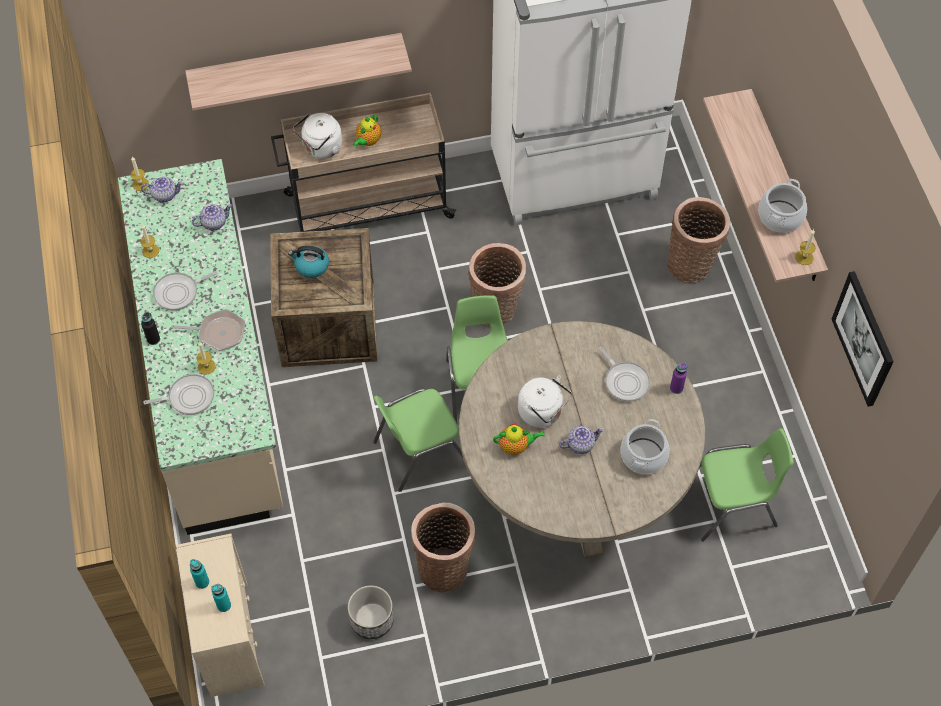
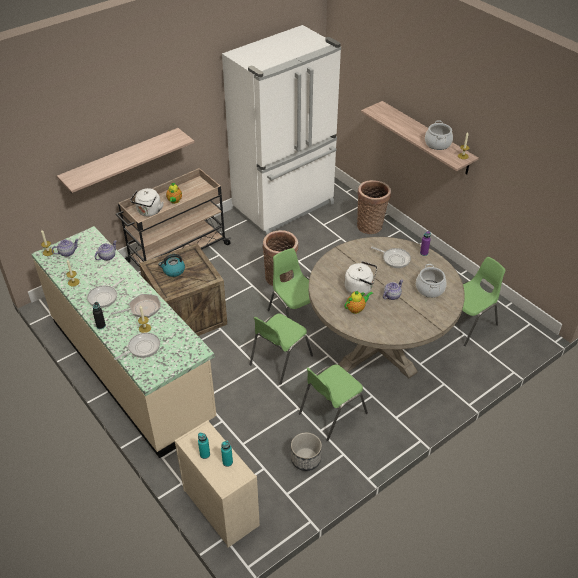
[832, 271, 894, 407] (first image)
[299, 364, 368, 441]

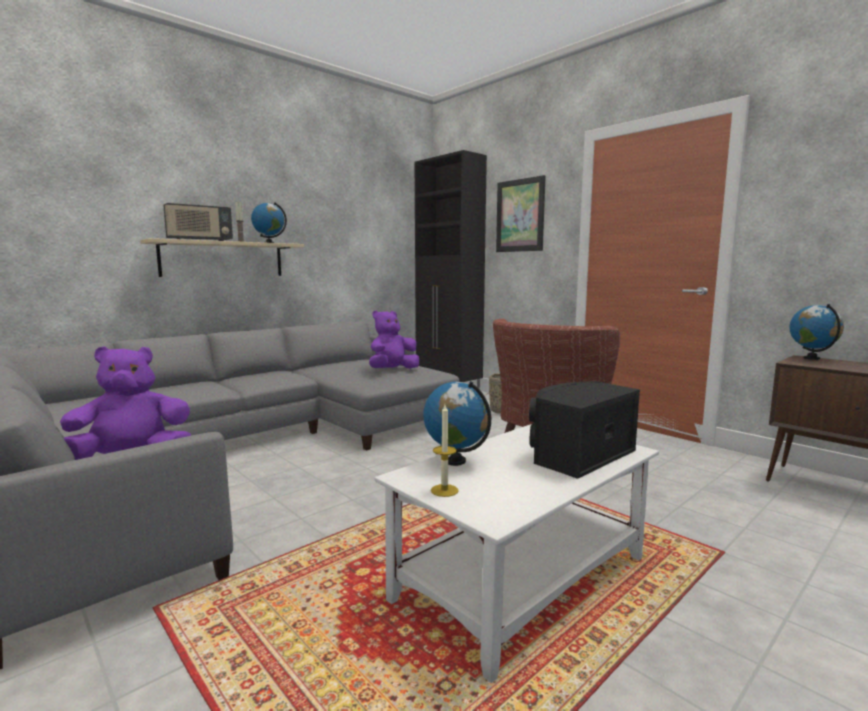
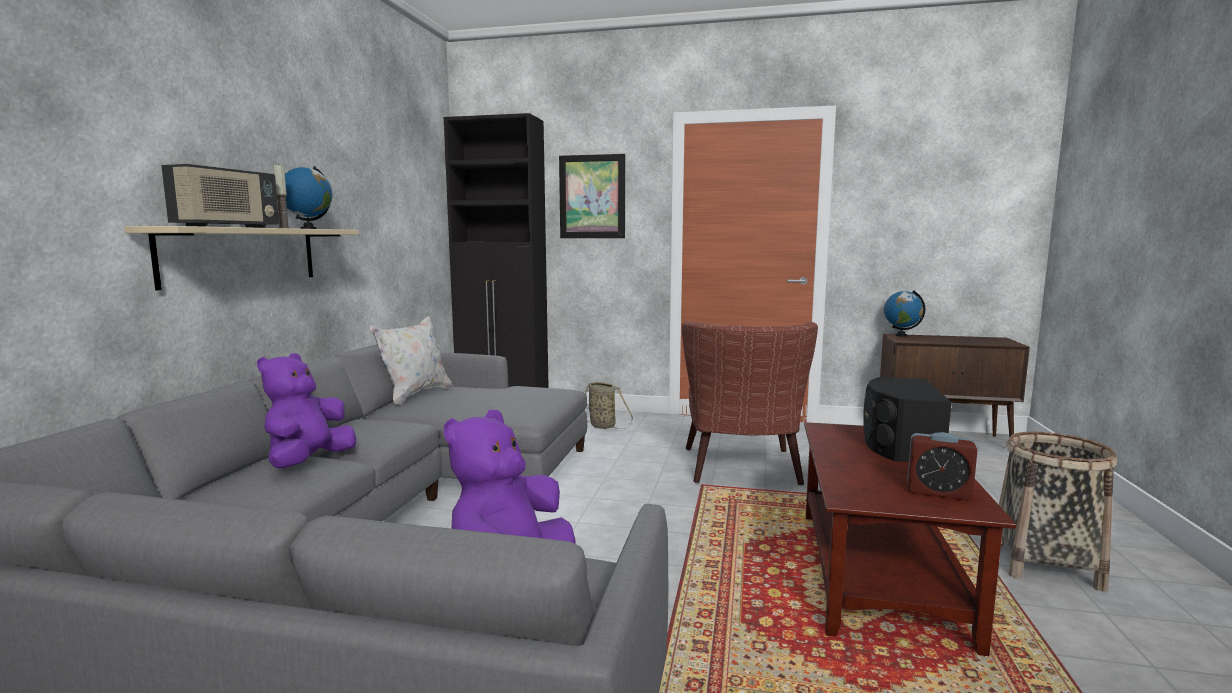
[423, 381, 491, 466] (first image)
[431, 405, 459, 497] (first image)
[370, 316, 453, 404]
[907, 432, 978, 501]
[999, 432, 1117, 591]
[257, 353, 356, 468]
[804, 422, 1016, 656]

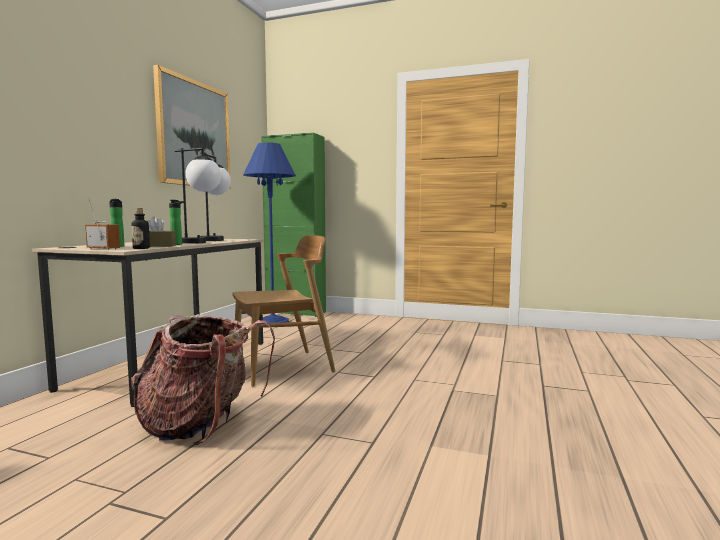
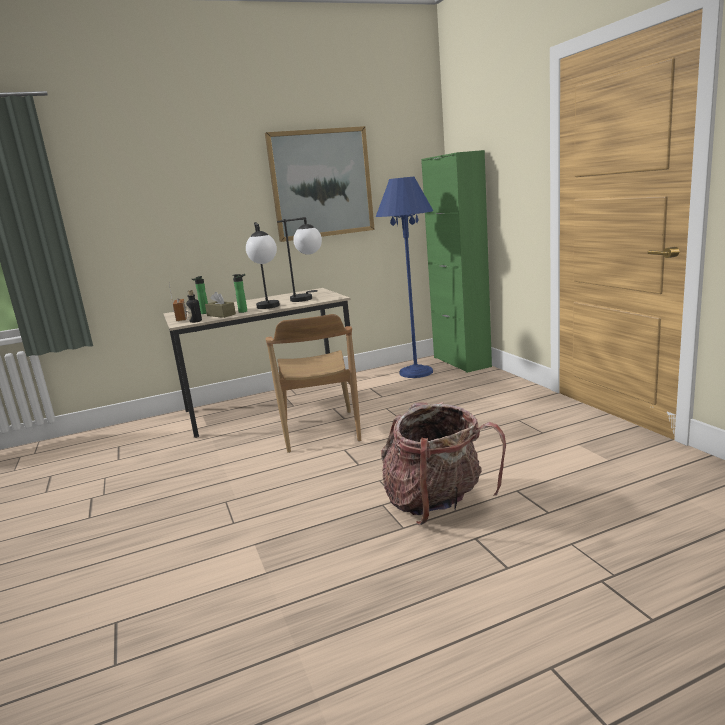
[381, 402, 506, 525]
[265, 314, 361, 453]

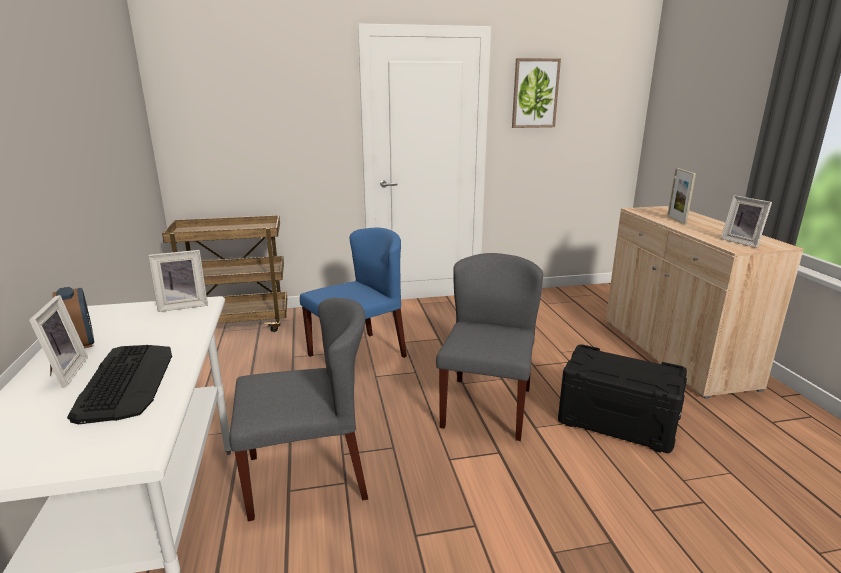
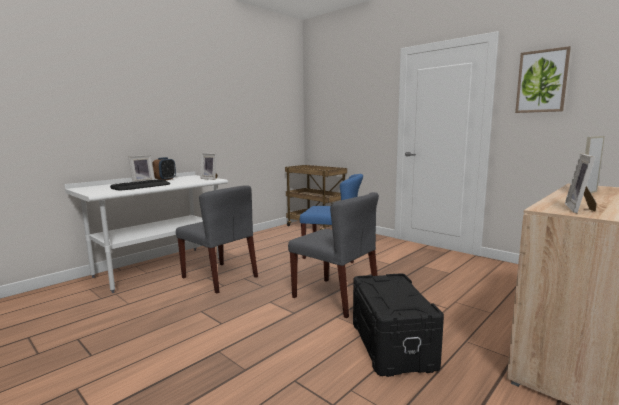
[288, 192, 379, 318]

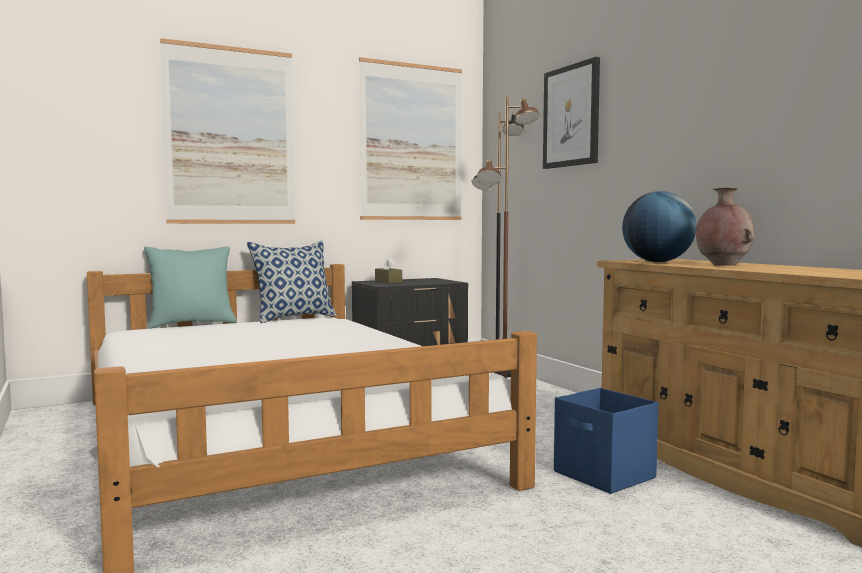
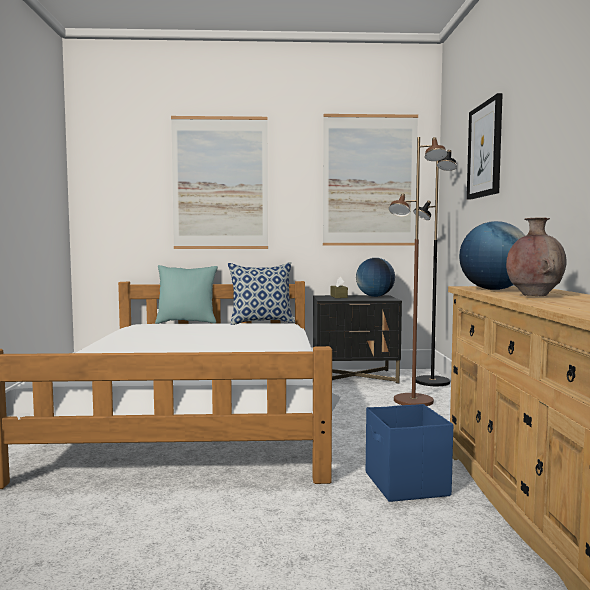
[356, 258, 395, 297]

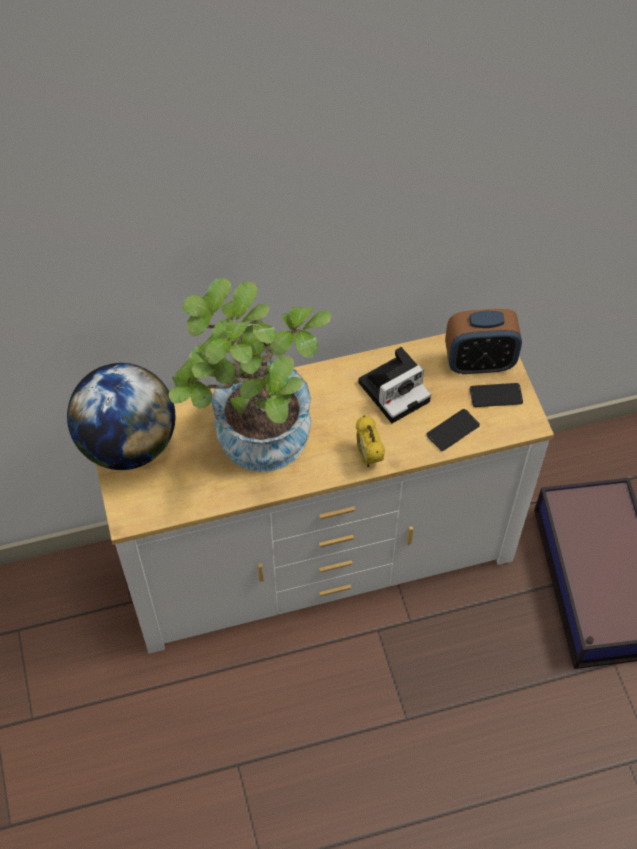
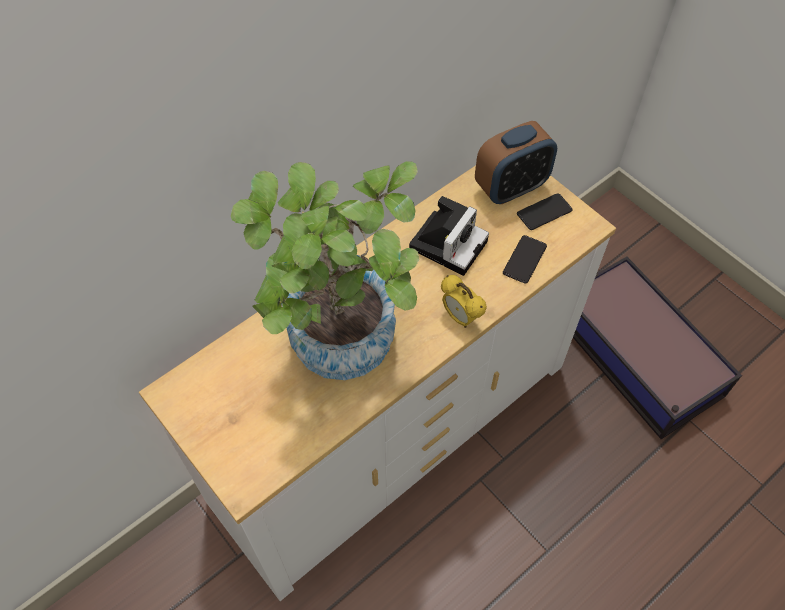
[67, 363, 176, 470] (first image)

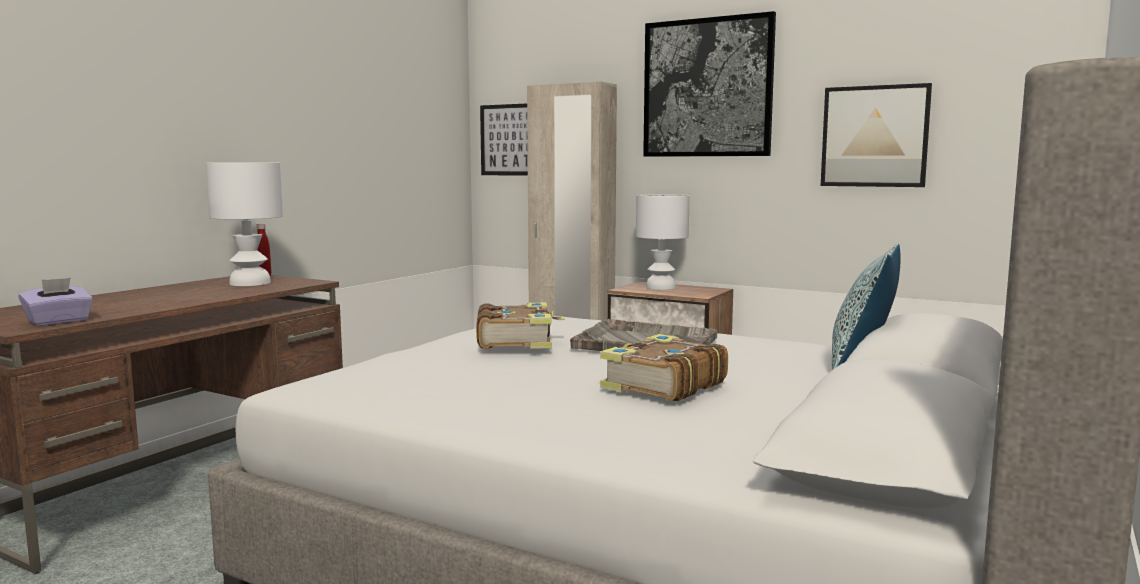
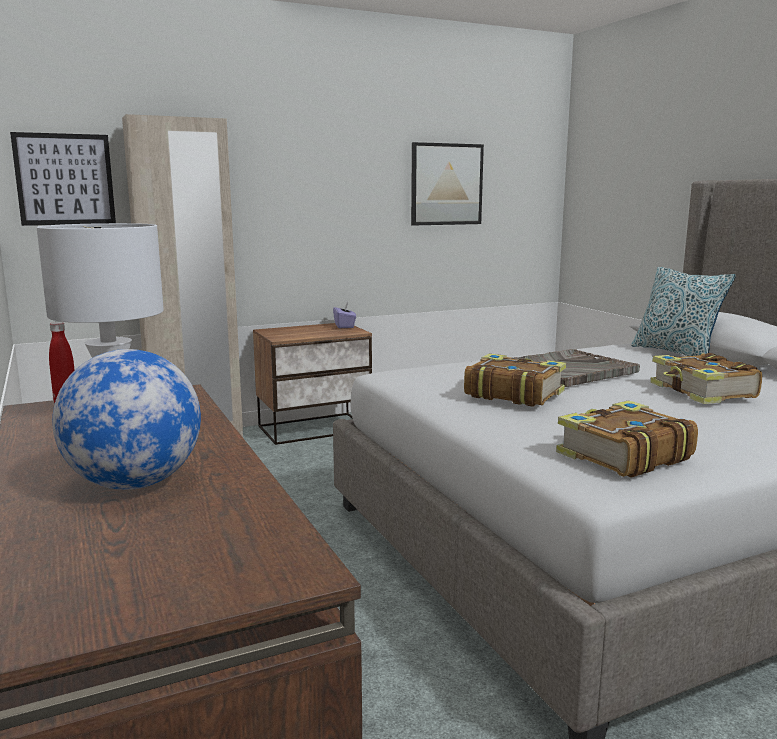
[636, 194, 690, 290] (first image)
[643, 11, 776, 157] (first image)
[52, 349, 201, 490]
[556, 400, 698, 478]
[333, 302, 356, 328]

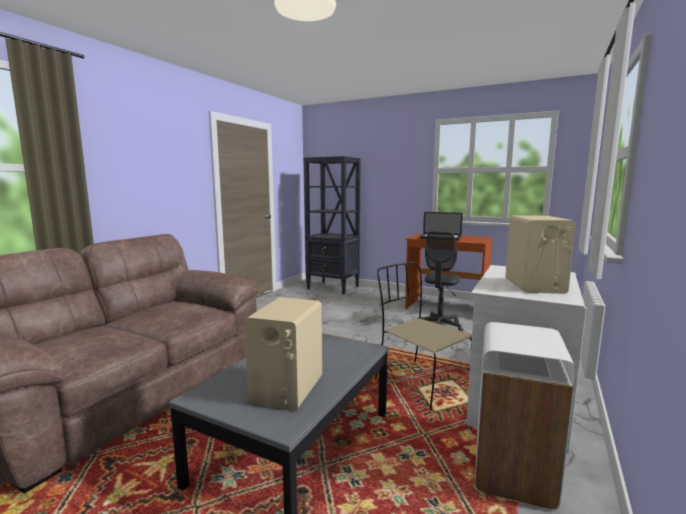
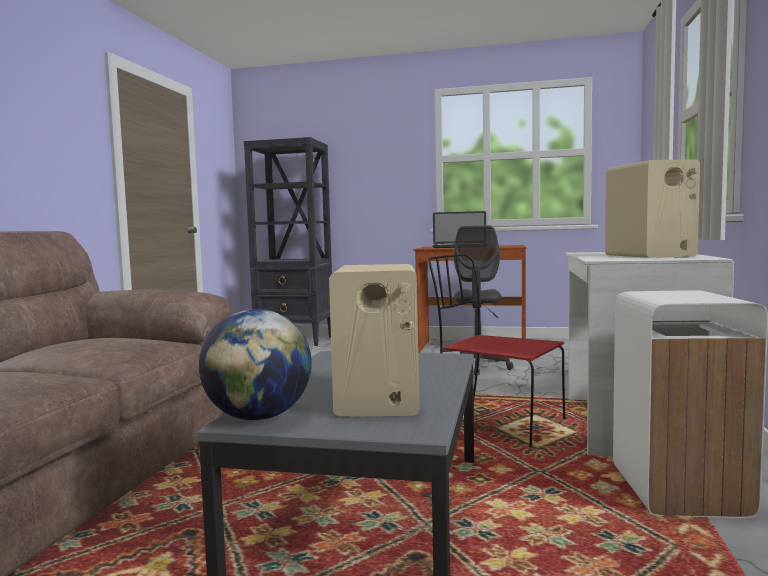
[199, 309, 312, 420]
[428, 254, 565, 448]

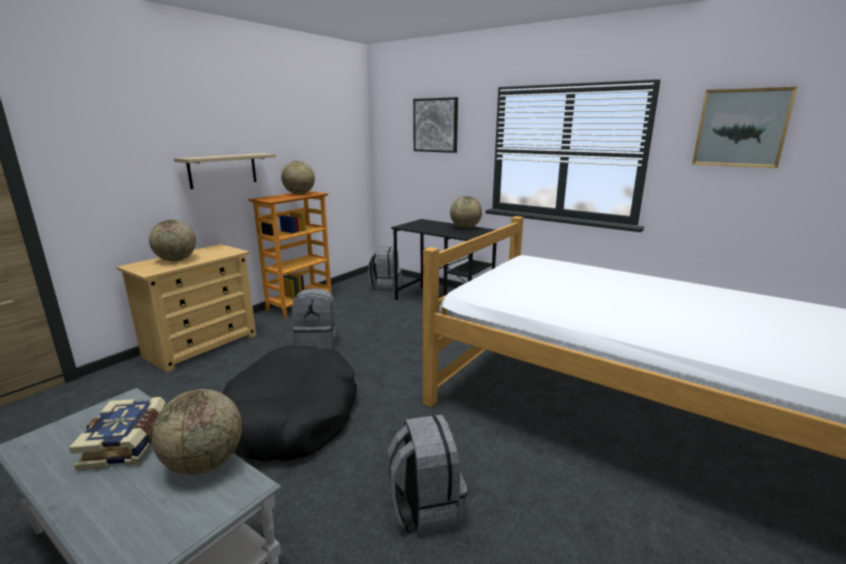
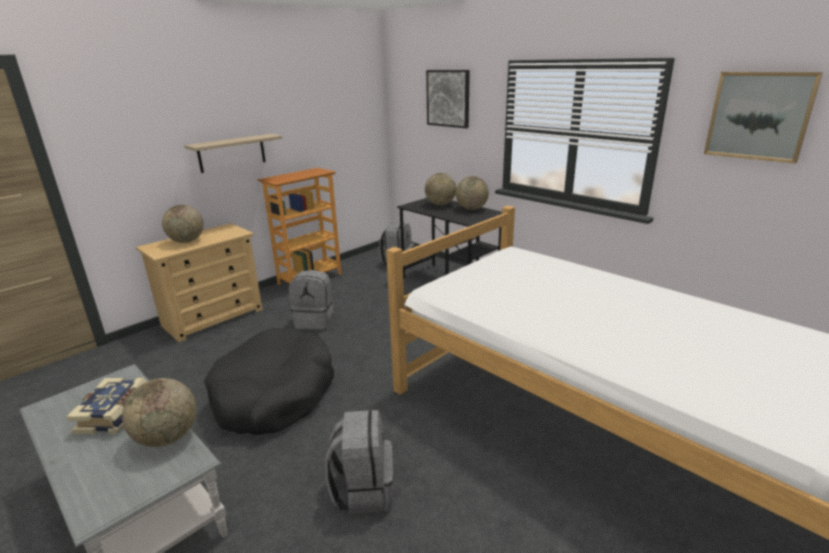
[425, 173, 456, 205]

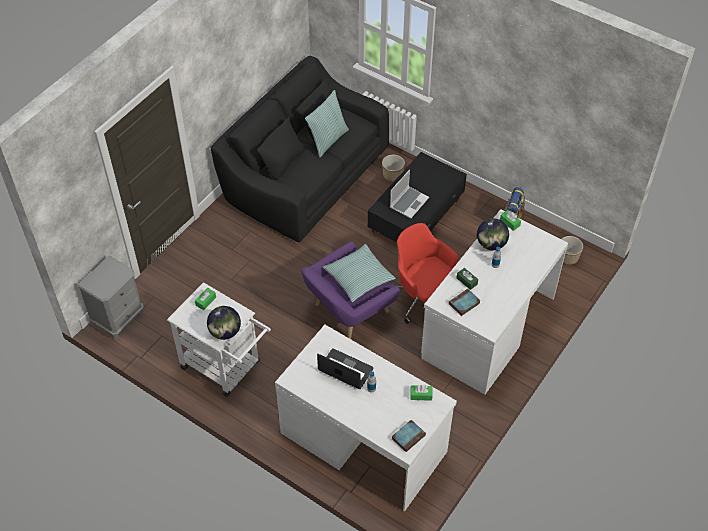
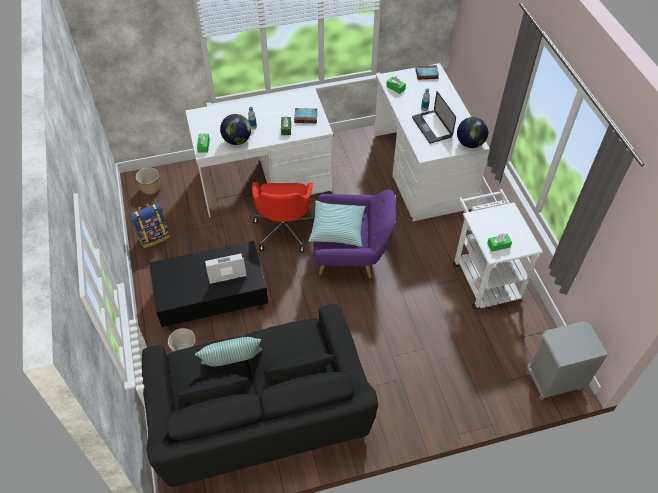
[457, 117, 488, 148]

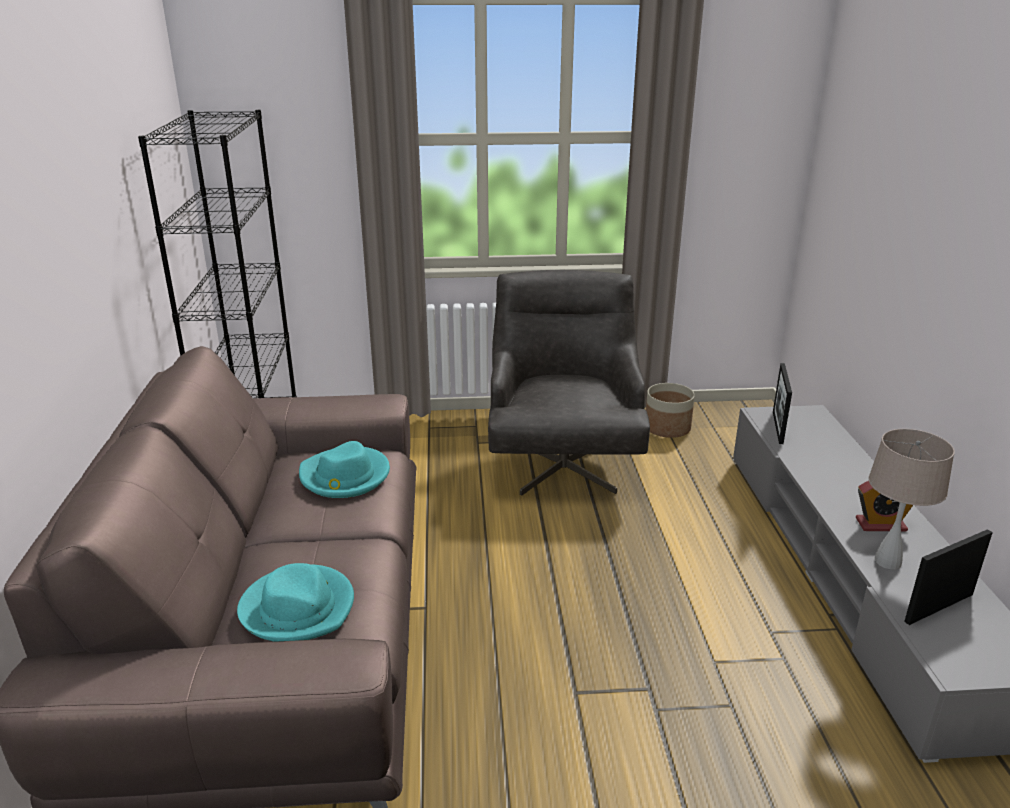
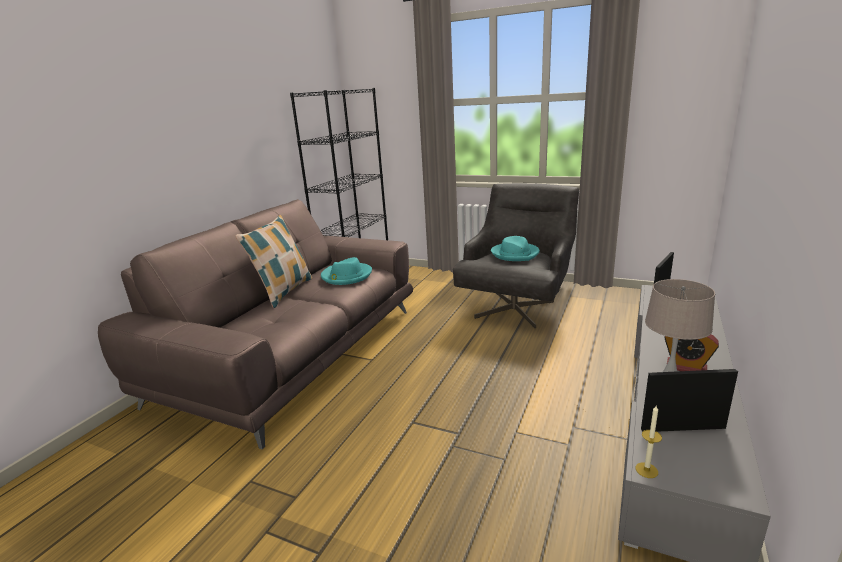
[646, 383, 695, 438] (first image)
[235, 215, 312, 308]
[635, 405, 662, 478]
[491, 236, 540, 261]

